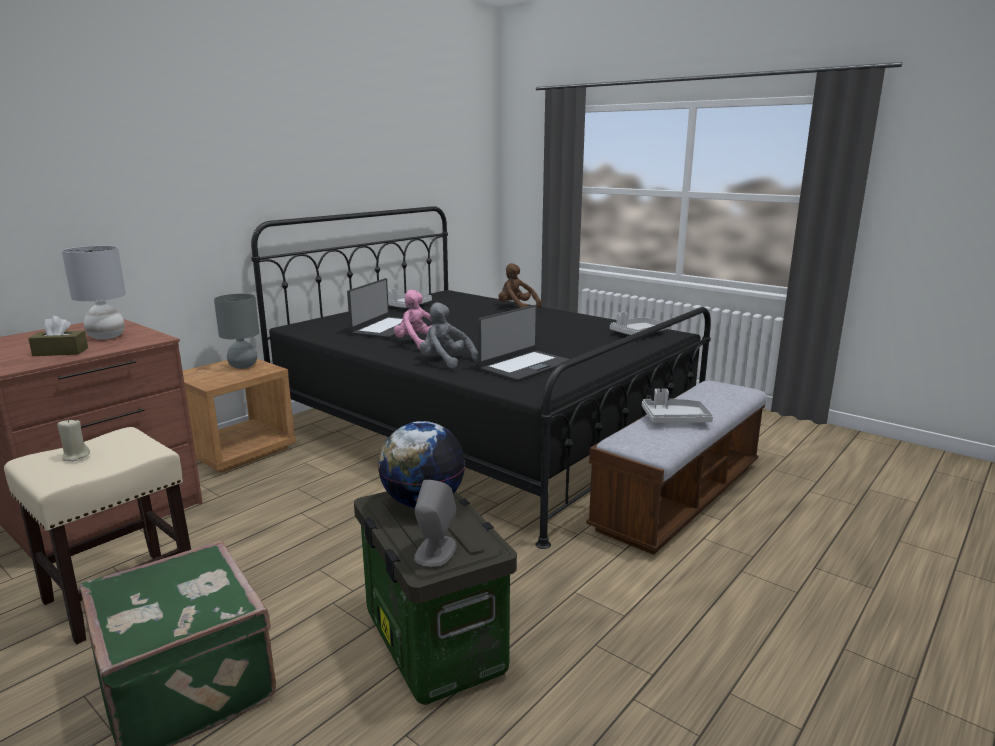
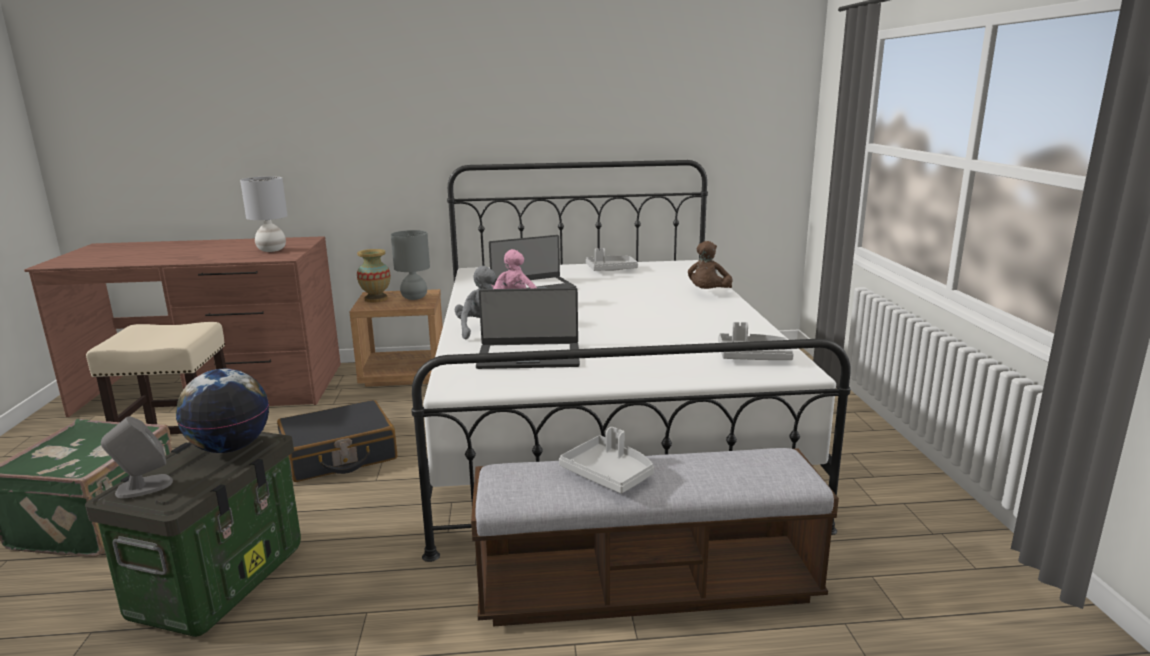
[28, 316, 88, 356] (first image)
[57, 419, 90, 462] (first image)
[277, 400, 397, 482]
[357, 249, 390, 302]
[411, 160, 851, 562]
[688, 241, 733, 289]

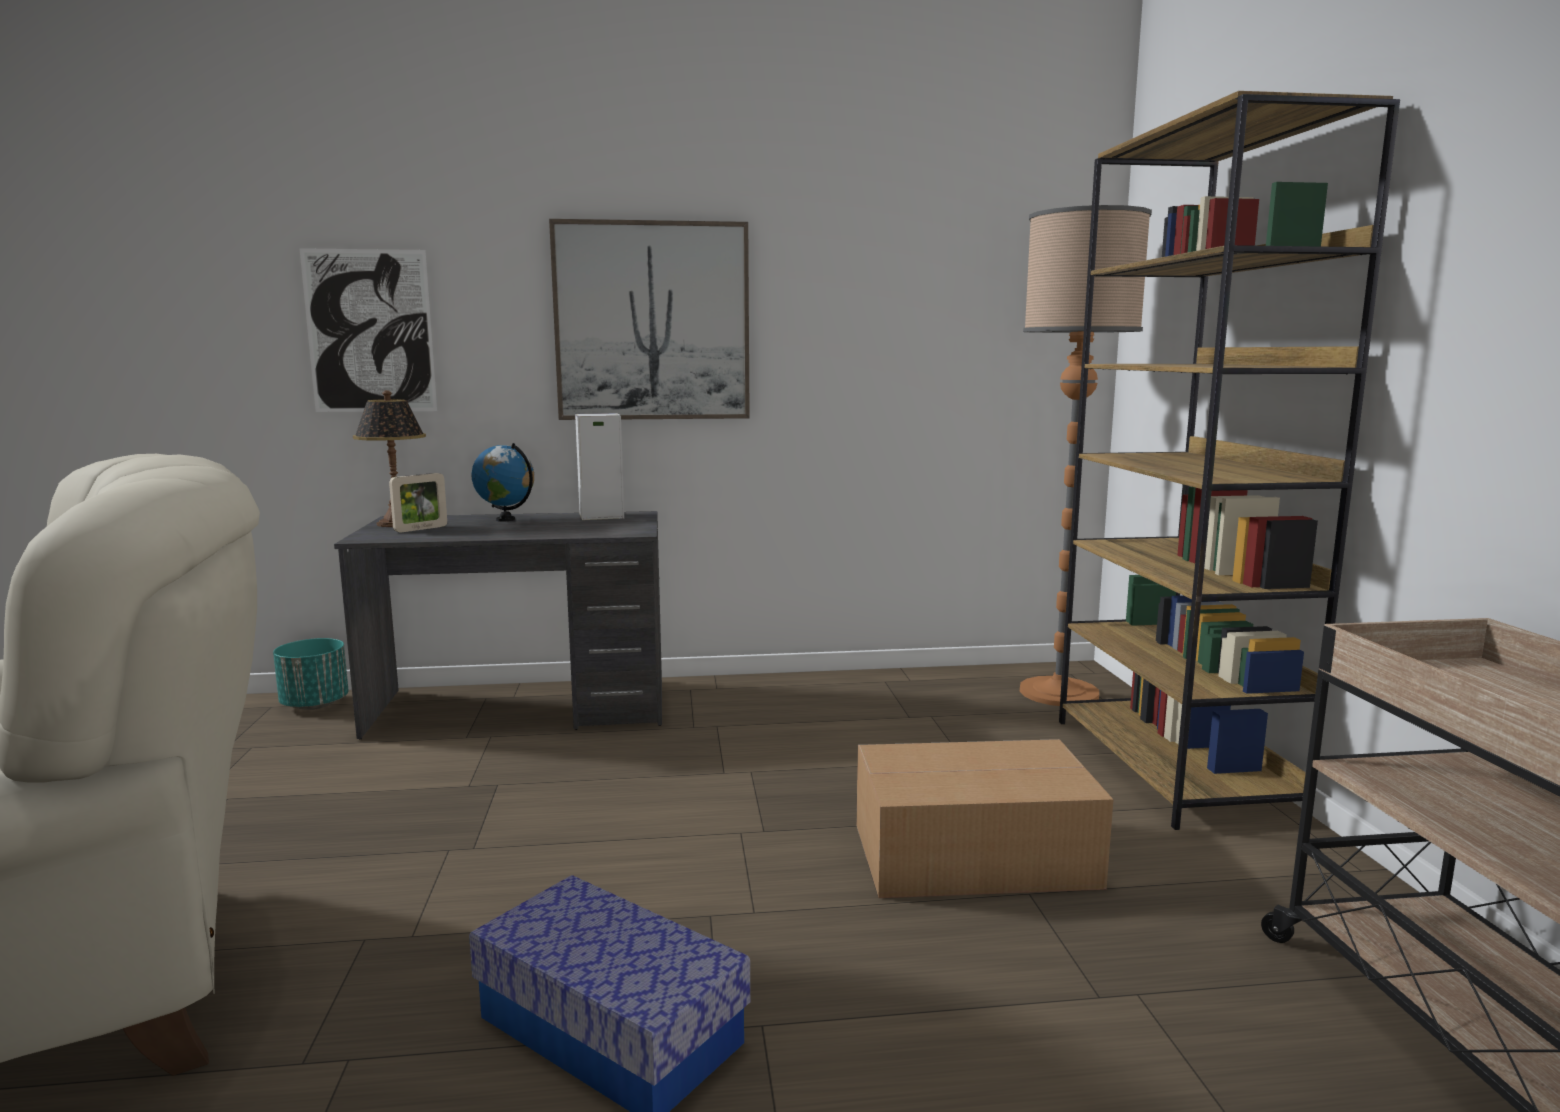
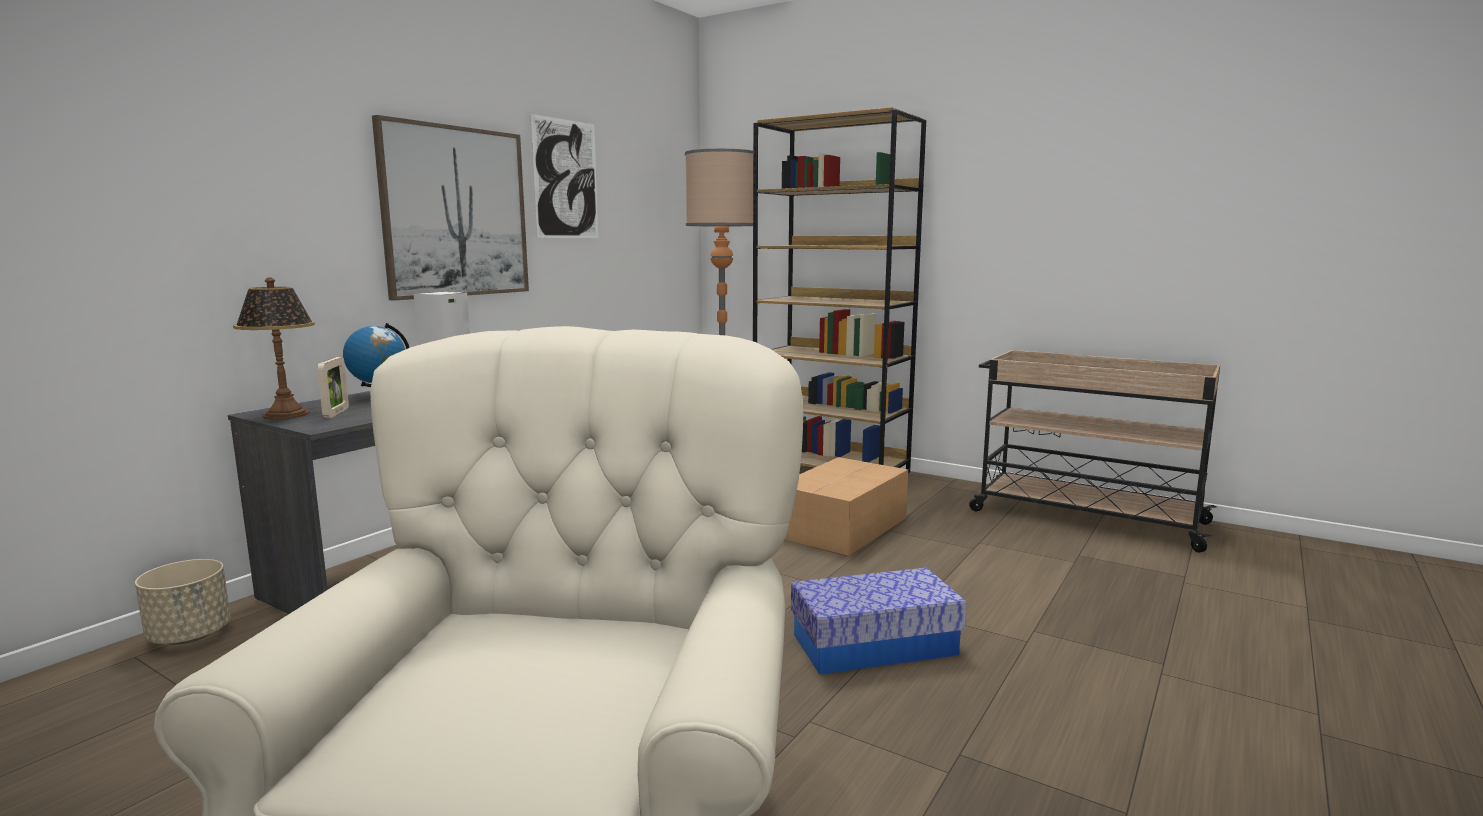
[530, 114, 598, 238]
[135, 559, 231, 644]

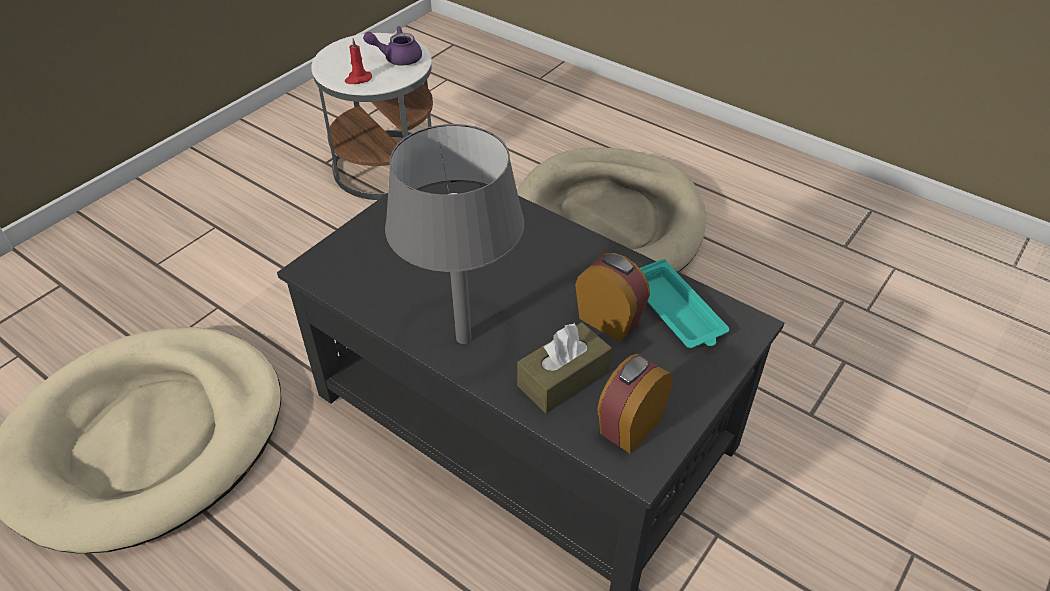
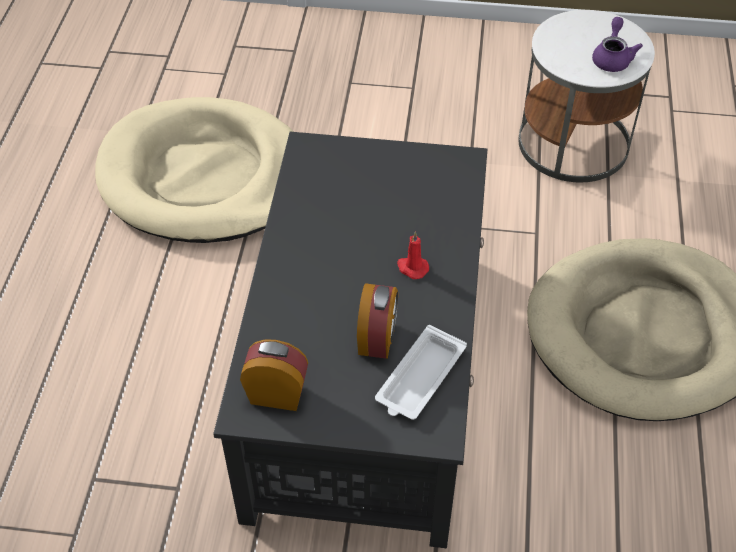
[385, 124, 524, 344] (first image)
[517, 322, 612, 413] (first image)
[397, 231, 429, 279]
[375, 325, 467, 420]
[592, 17, 643, 72]

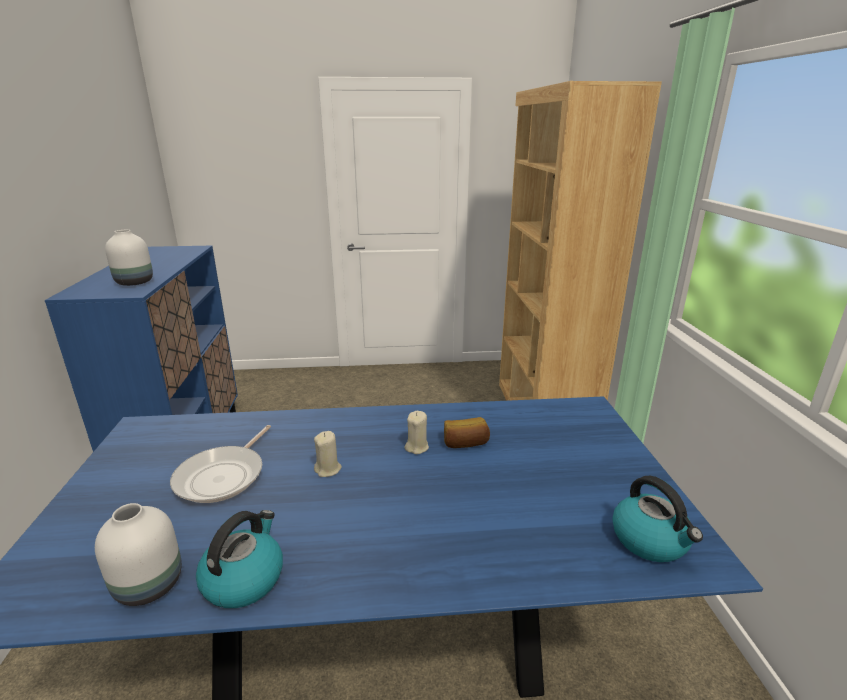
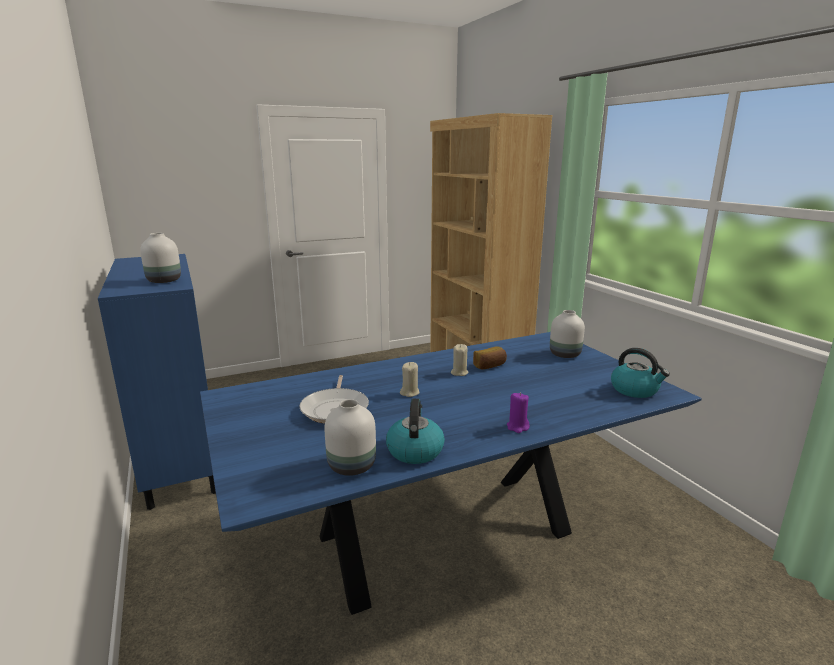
[507, 393, 530, 433]
[550, 310, 585, 358]

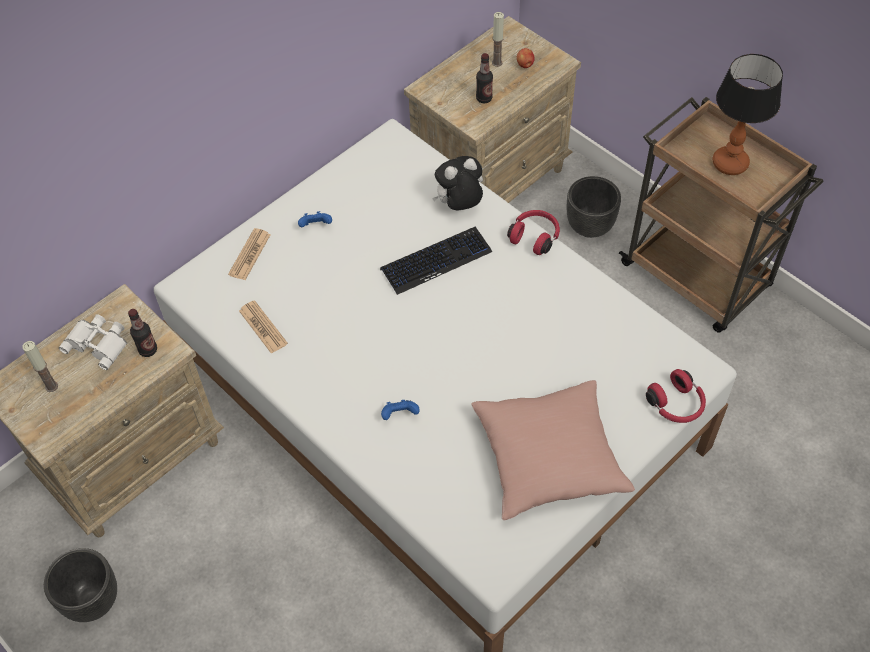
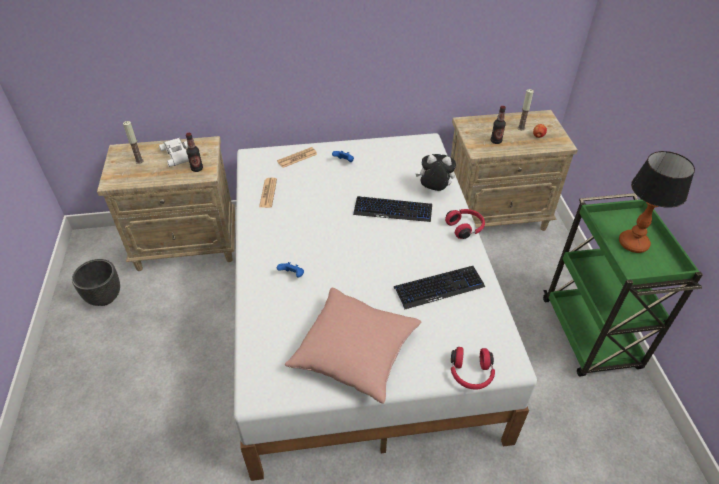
[567, 176, 621, 238] (first image)
[394, 266, 485, 310]
[543, 193, 703, 377]

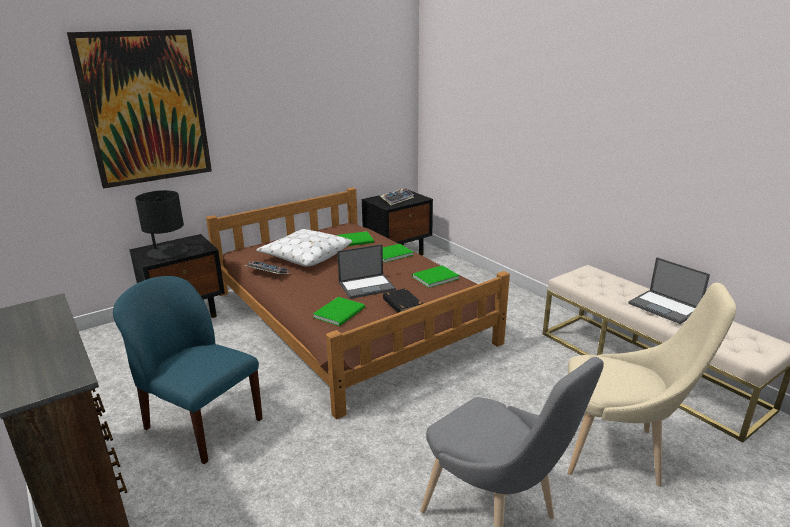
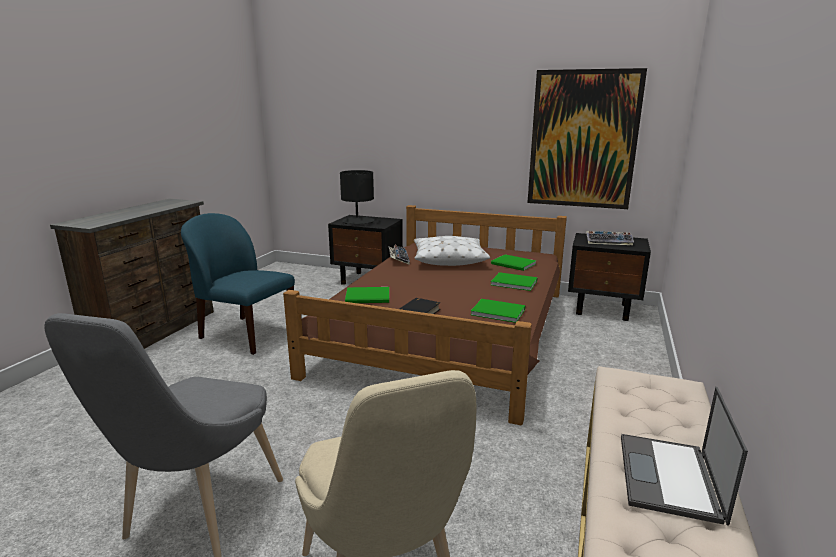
[337, 244, 396, 299] (first image)
[528, 68, 647, 209]
[181, 213, 295, 355]

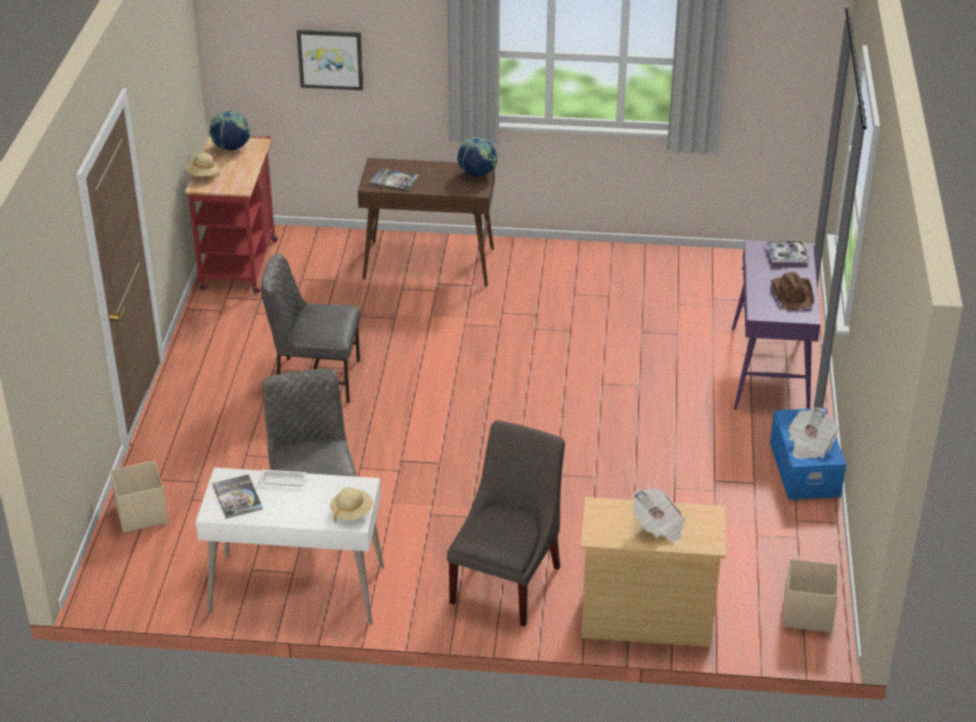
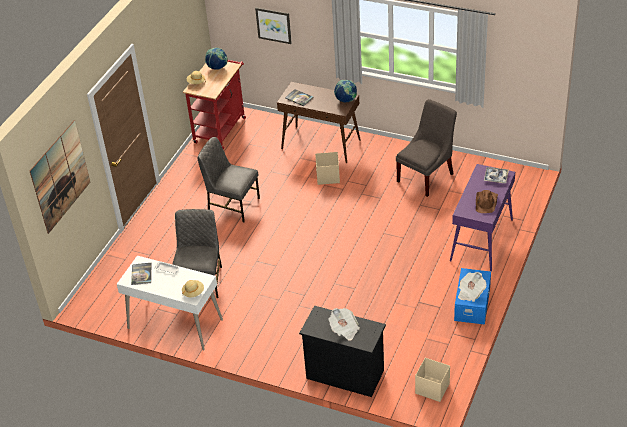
[30, 120, 90, 234]
[315, 152, 340, 185]
[396, 99, 457, 197]
[299, 306, 386, 397]

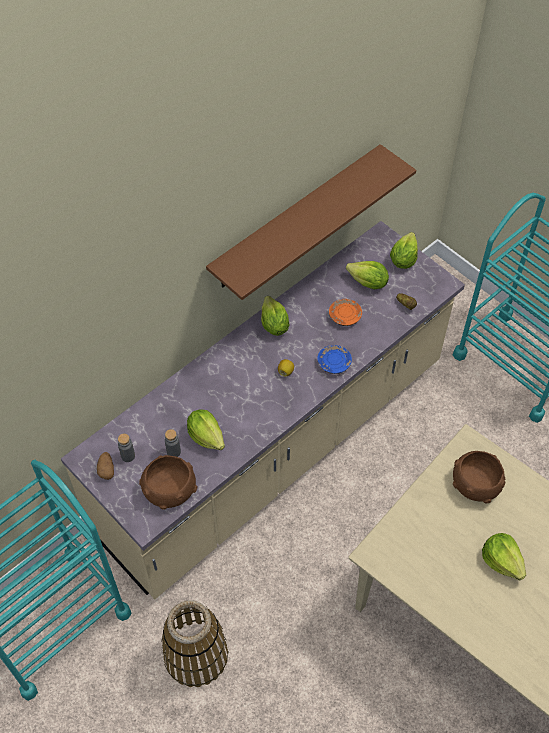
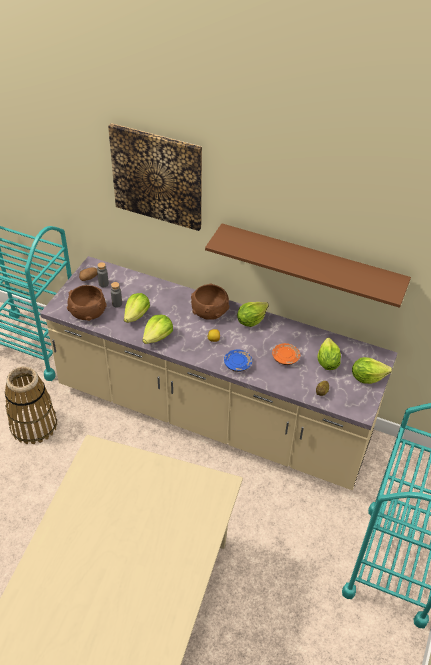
[108, 123, 202, 231]
[191, 283, 229, 320]
[143, 315, 173, 344]

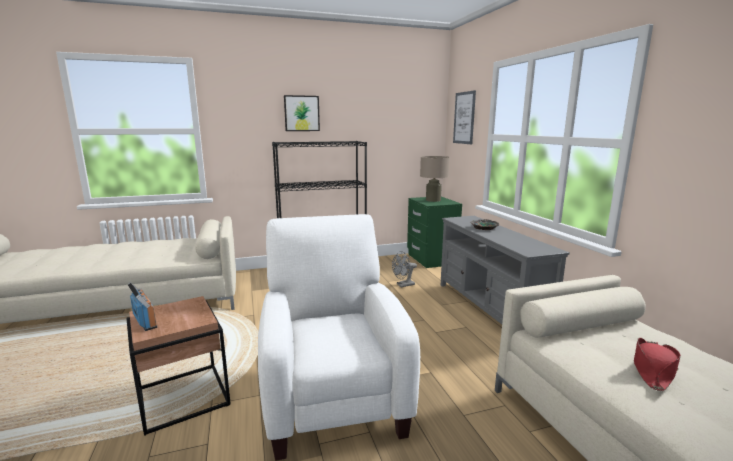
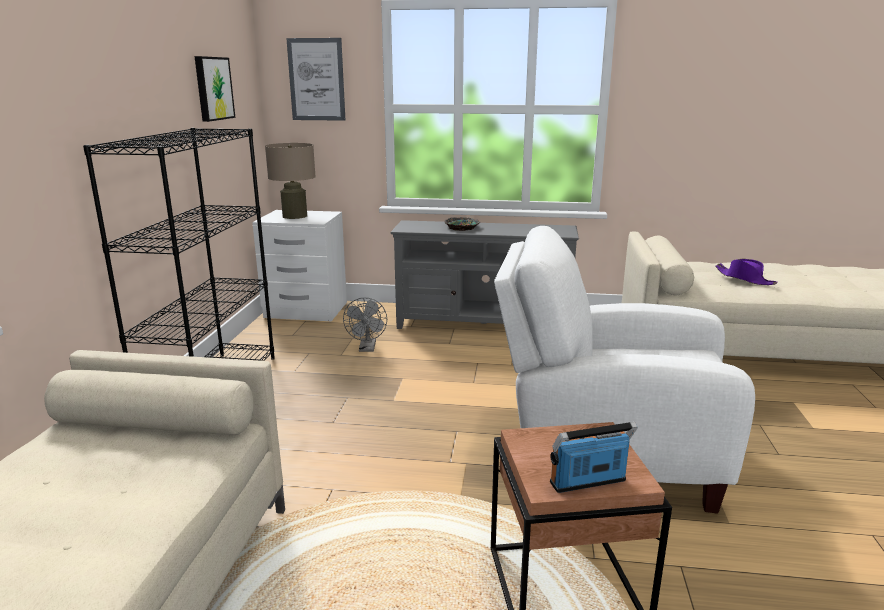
[195, 56, 235, 122]
[252, 210, 347, 321]
[715, 259, 778, 285]

